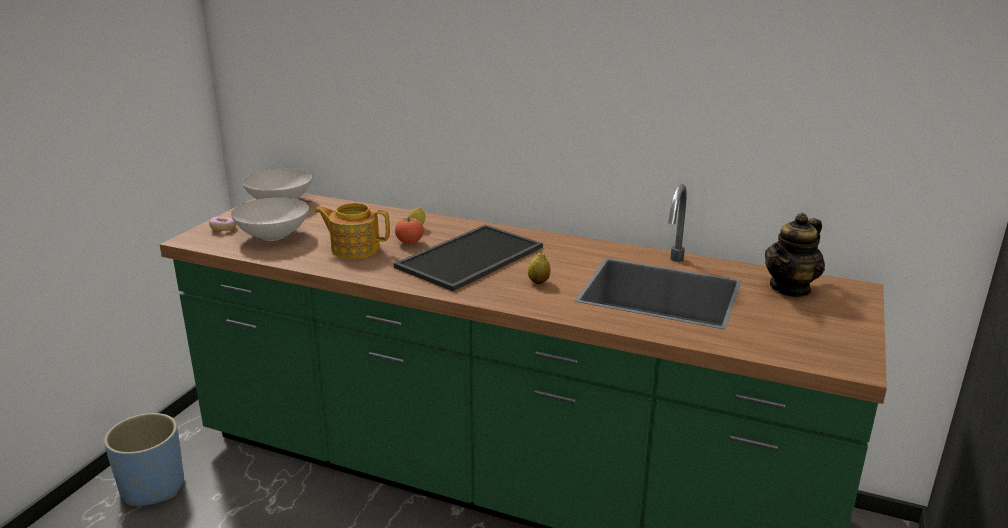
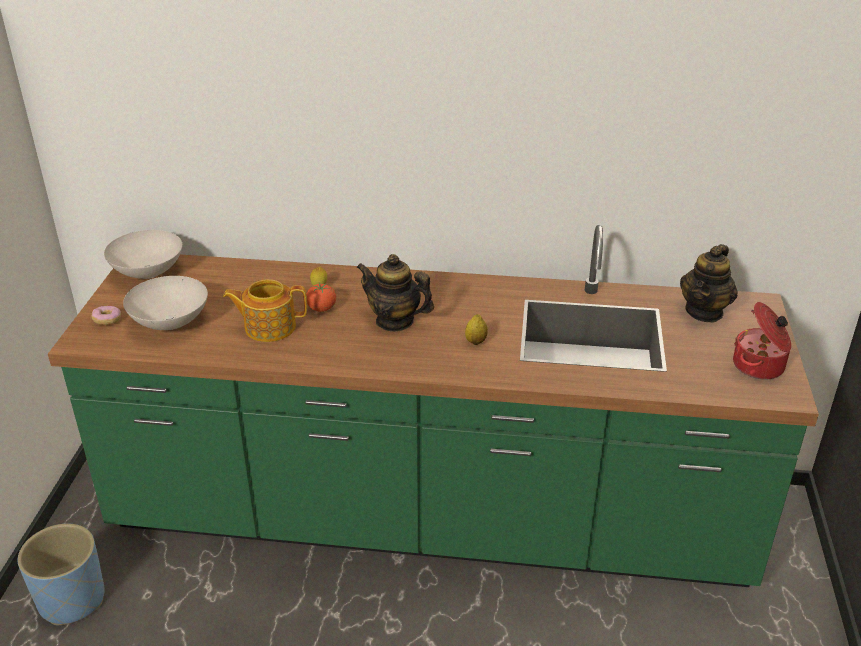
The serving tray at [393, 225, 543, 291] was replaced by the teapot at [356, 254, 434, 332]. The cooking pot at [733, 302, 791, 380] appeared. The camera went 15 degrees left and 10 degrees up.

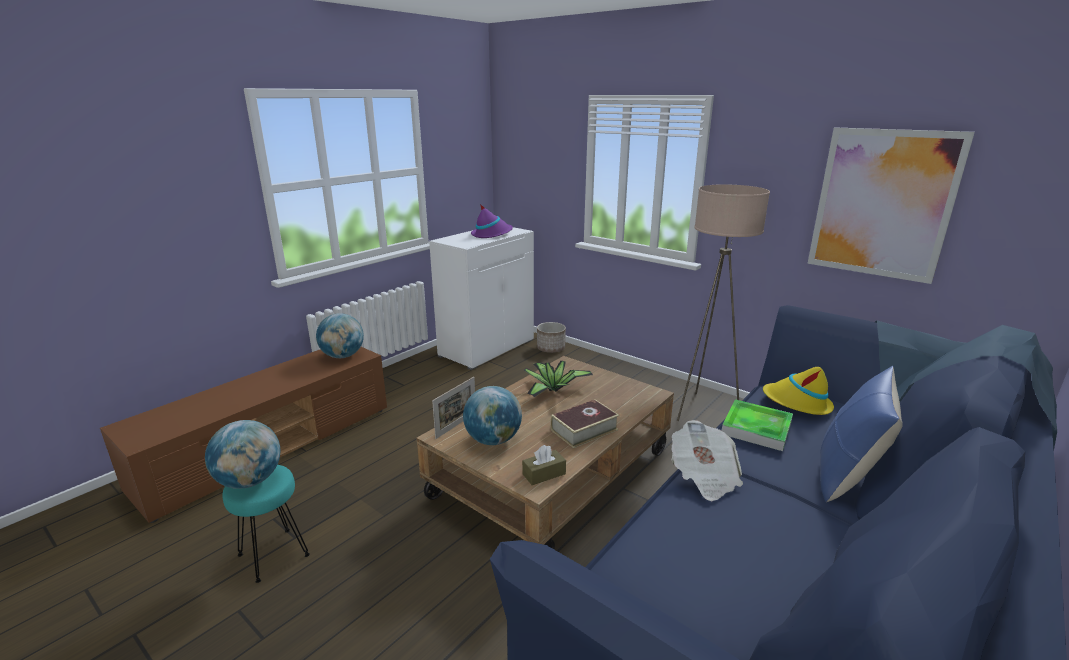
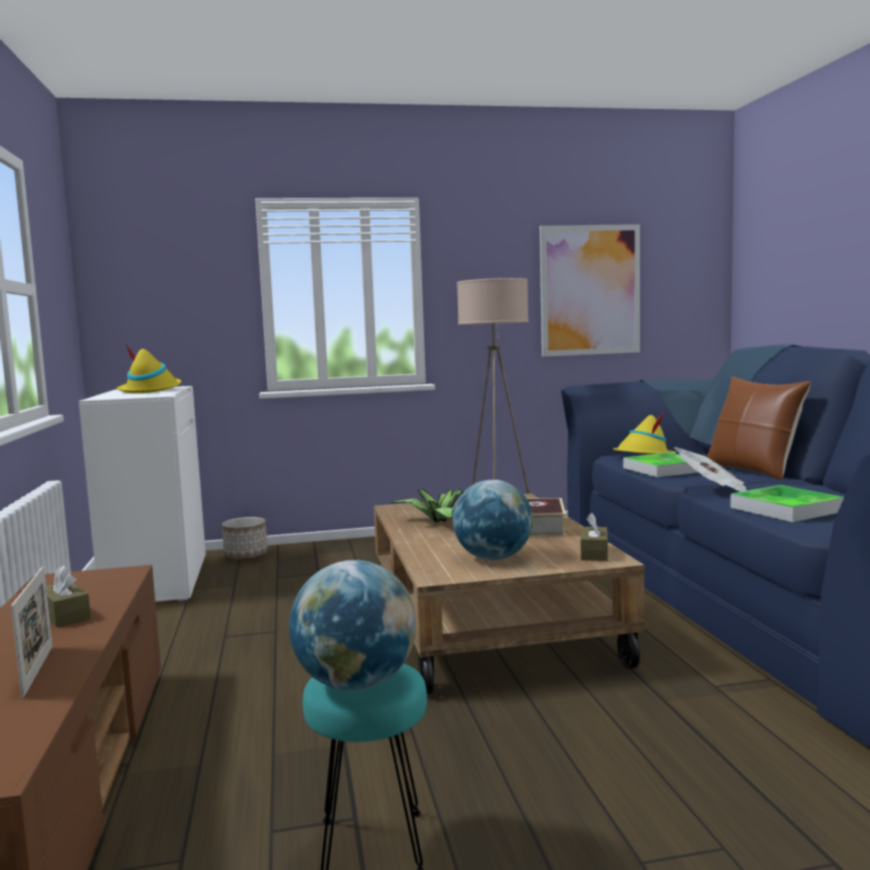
The purplish wearable hat at [471, 203, 513, 238] became the yellow-coloured wearable hat at [117, 345, 181, 393]. The desk globe at [316, 313, 364, 358] disappeared. The blue-coloured cushion at [820, 366, 903, 502] became the brown cushion at [707, 377, 811, 480]. The photo frame moved from [432, 377, 475, 439] to [11, 566, 53, 698]. The serving tray at [730, 485, 844, 522] appeared. The brown box of tissues at [46, 566, 91, 627] appeared. The camera went 50 degrees left and 15 degrees down.

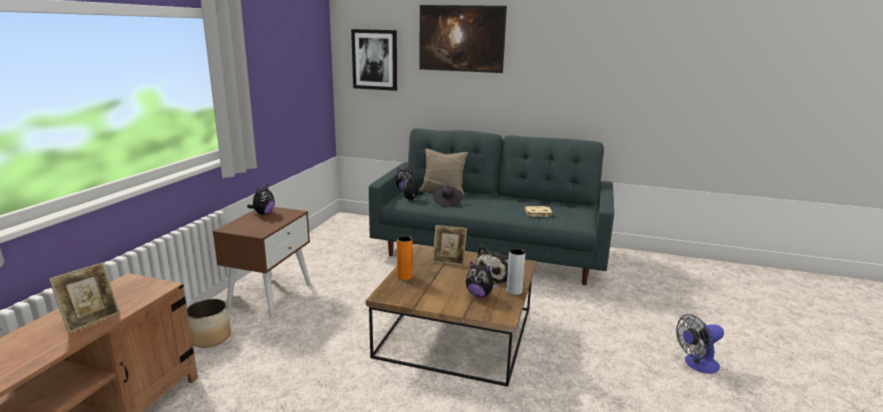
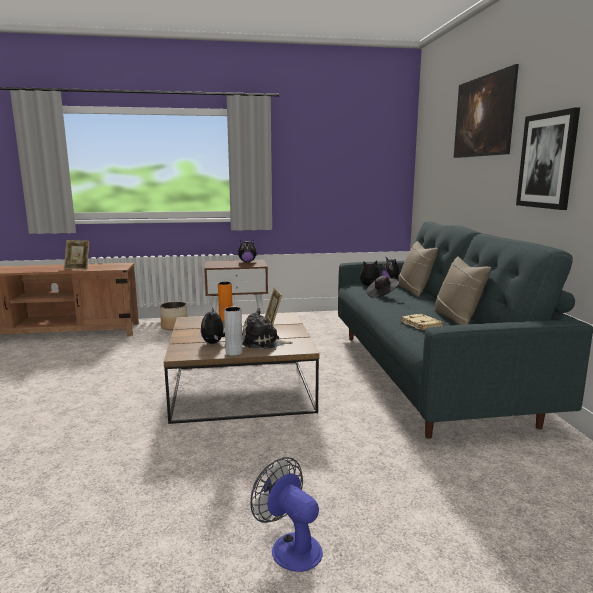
The wall art moved from [351, 29, 397, 91] to [516, 107, 580, 210]. The beige cushion at [435, 256, 491, 325] appeared. The camera went 65 degrees right and 5 degrees down.

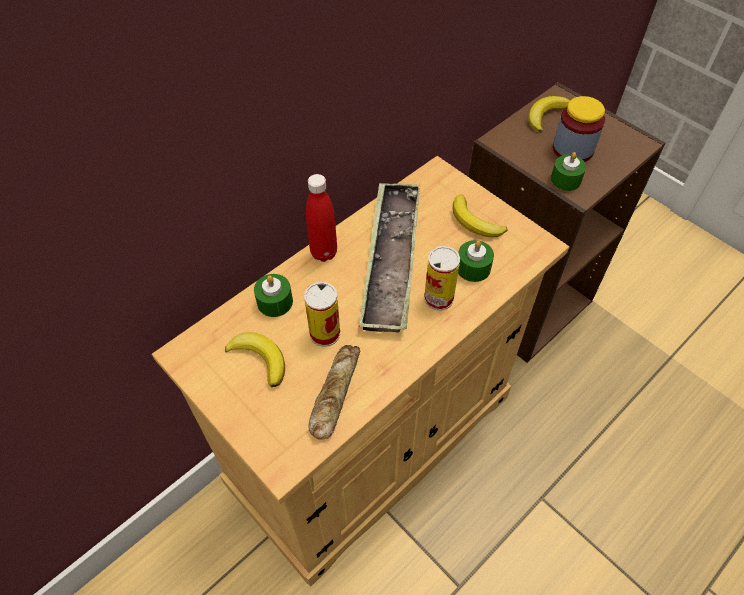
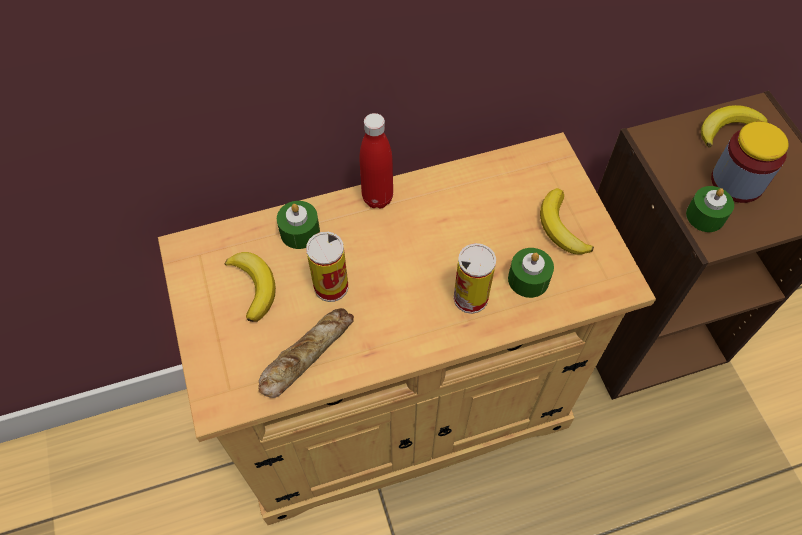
The serving tray at [359, 183, 420, 333] disappeared. The camera went 25 degrees right and 5 degrees up.

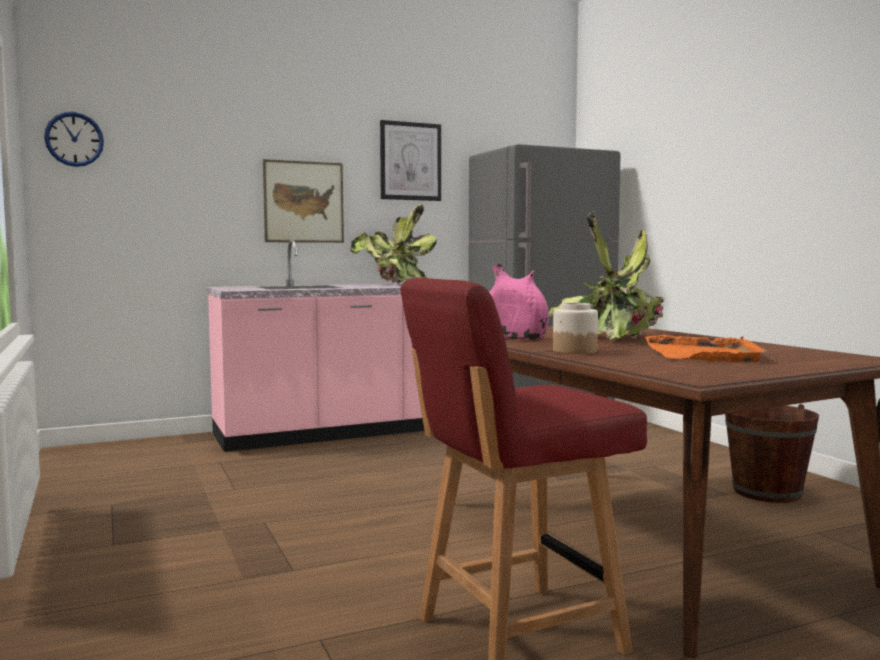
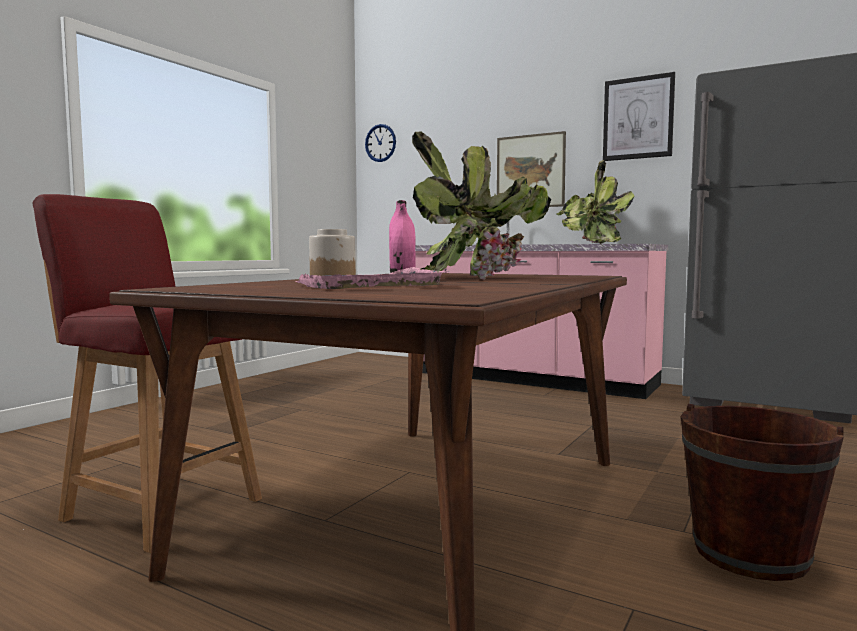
The orangey serving tray at [645, 335, 767, 362] became the pink-coloured serving tray at [295, 267, 449, 289]. The camera went 55 degrees right and 0 degrees up.

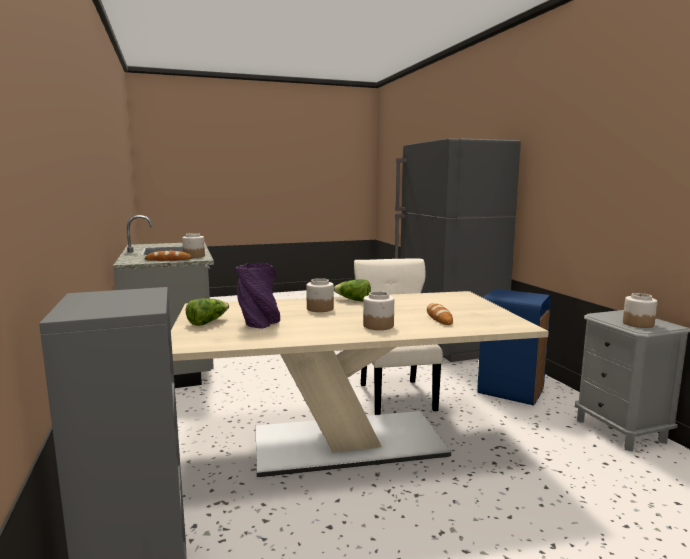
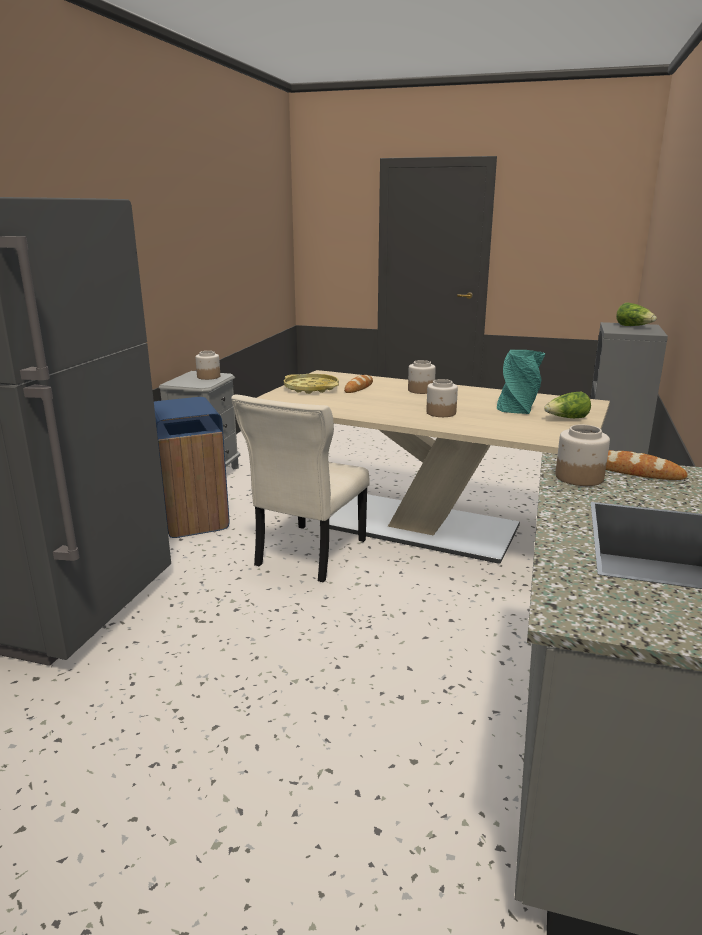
The purplish vase at [235, 263, 280, 329] became the blue-green vase at [497, 350, 545, 414]. The lettuce moved from [334, 279, 371, 302] to [616, 303, 657, 326]. The yellow-coloured serving tray at [284, 374, 339, 394] appeared. The camera went 145 degrees left and 10 degrees up.

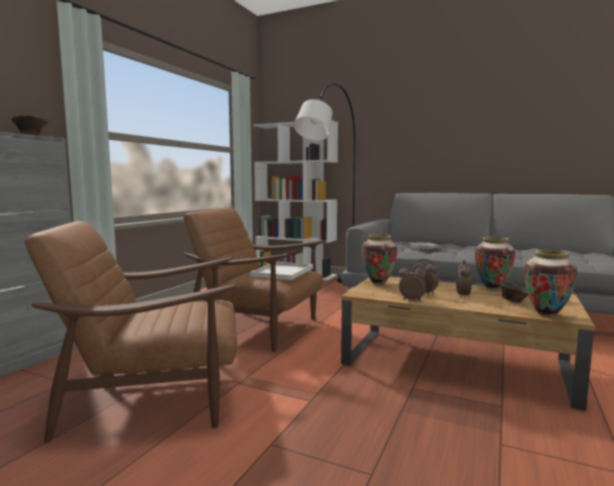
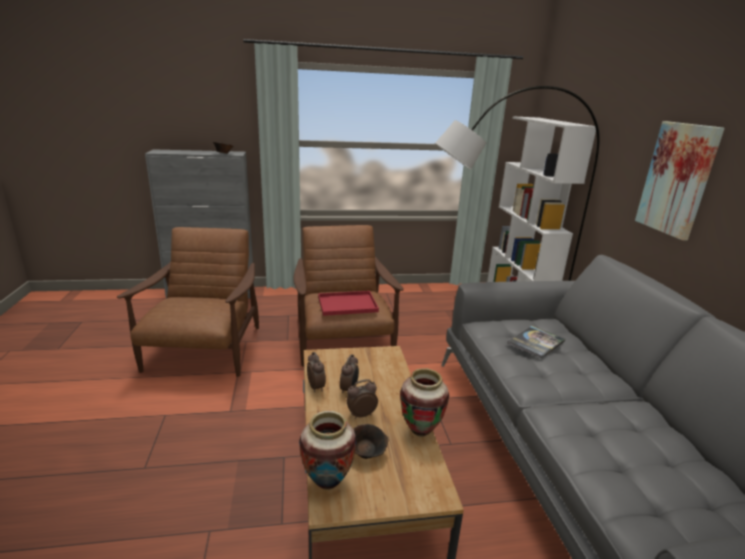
The brown lounge chair at [25, 221, 237, 442] turned 45 degrees clockwise. The vase at [362, 234, 397, 285] disappeared. The white-coloured serving tray at [250, 262, 313, 280] became the reddish serving tray at [318, 291, 379, 316]. The wall art at [635, 121, 725, 240] appeared. The camera went 55 degrees right and 15 degrees up.

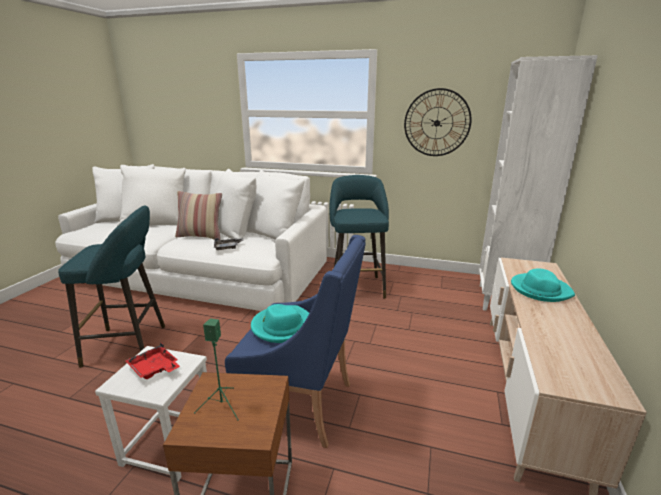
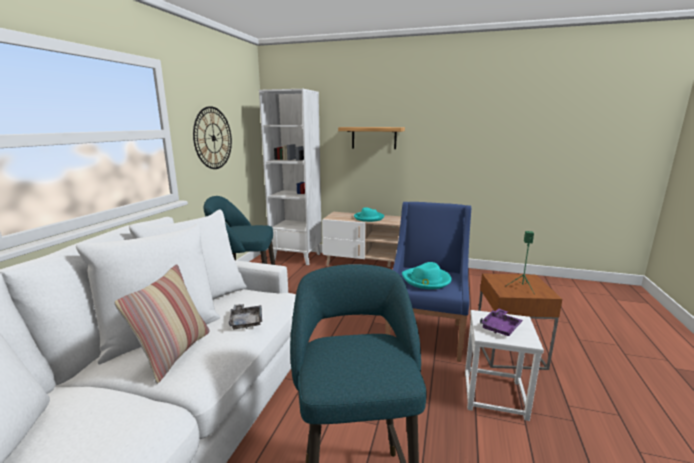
The reddish serving tray at [125, 342, 180, 379] became the purplish serving tray at [480, 309, 523, 336]. The shelf at [338, 127, 405, 149] appeared. The camera went 90 degrees left and 5 degrees down.

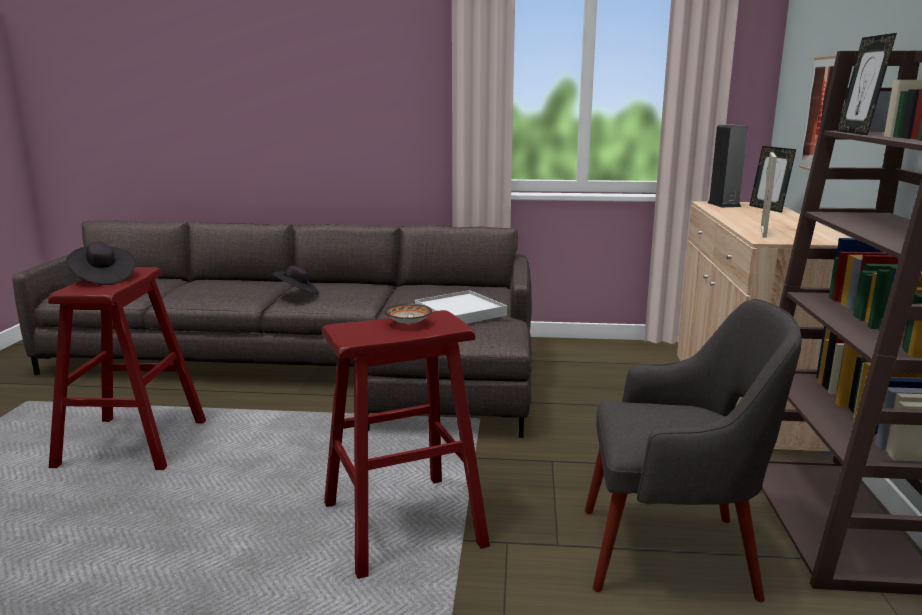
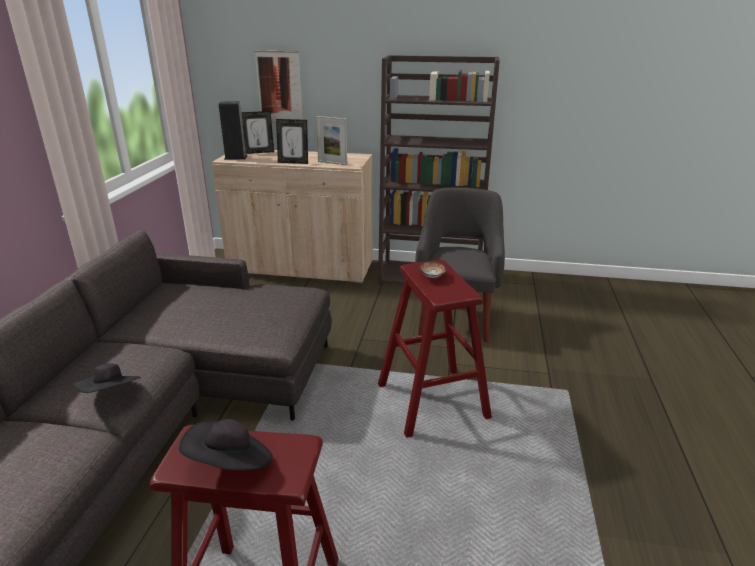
The photo frame moved from [837, 33, 897, 135] to [276, 119, 308, 164]. The white-coloured serving tray at [415, 290, 507, 324] disappeared. The camera went 85 degrees left and 10 degrees up.

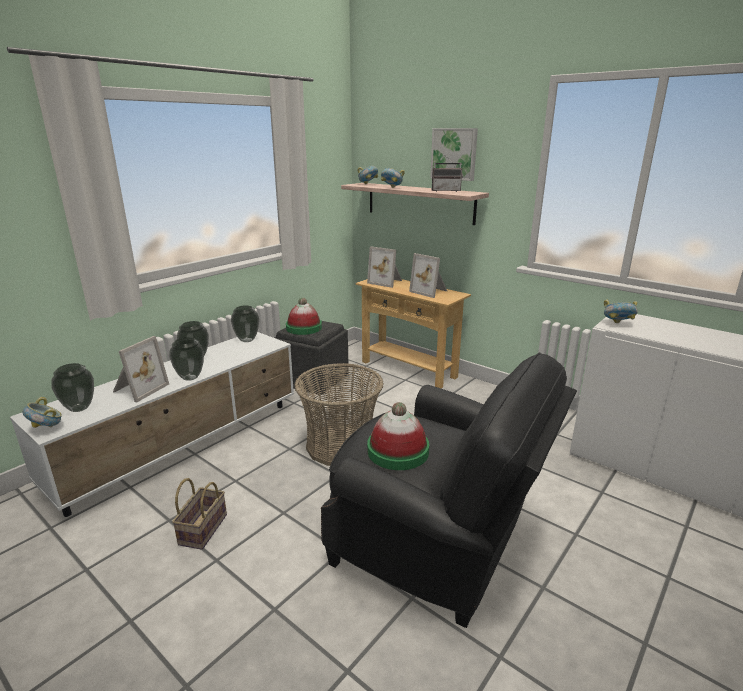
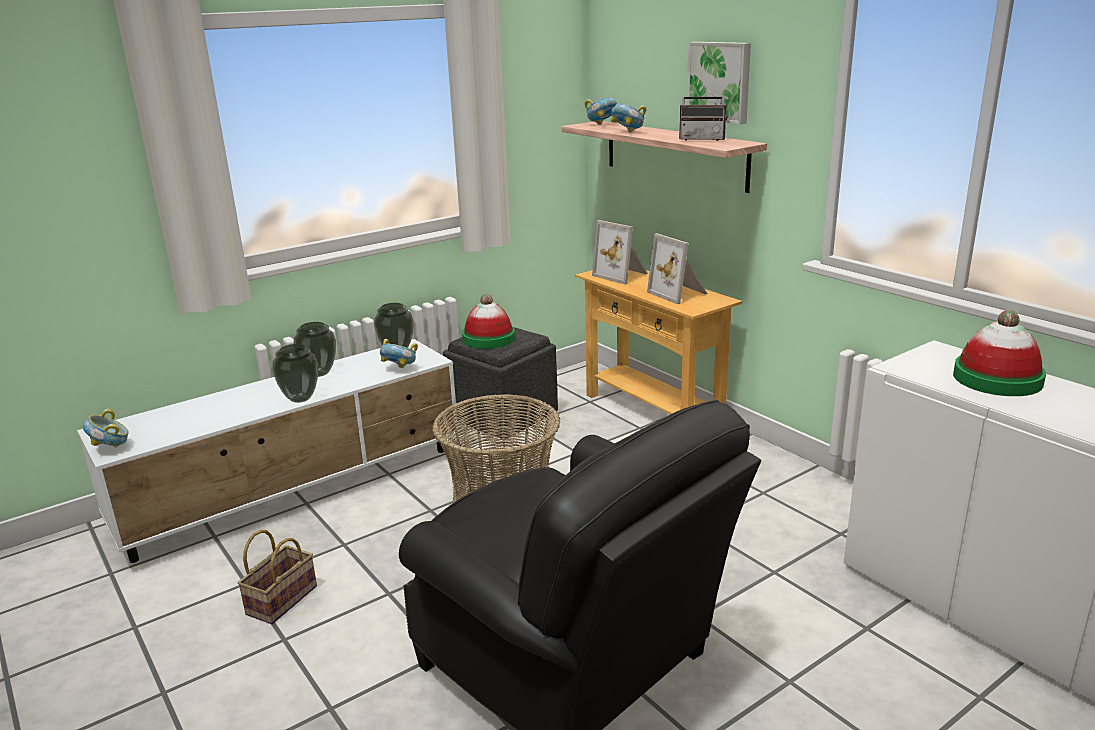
The deep dish moved from [604, 300, 638, 323] to [380, 339, 418, 368]. The photo frame at [113, 336, 169, 402] disappeared. The vase at [51, 363, 94, 412] disappeared. The wearable hat moved from [367, 402, 429, 470] to [953, 310, 1046, 396]. The camera went 15 degrees right and 0 degrees up.

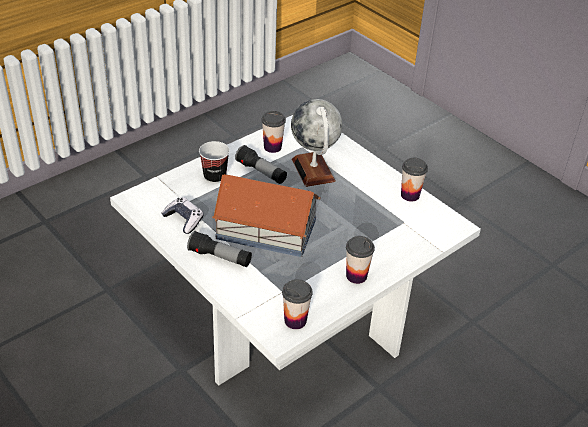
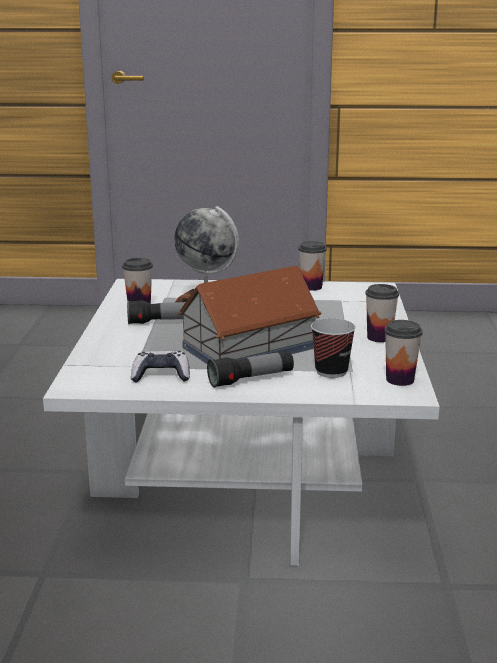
The drinking cup moved from [199, 141, 230, 184] to [311, 318, 356, 378]. The camera went 45 degrees left and 20 degrees down.

